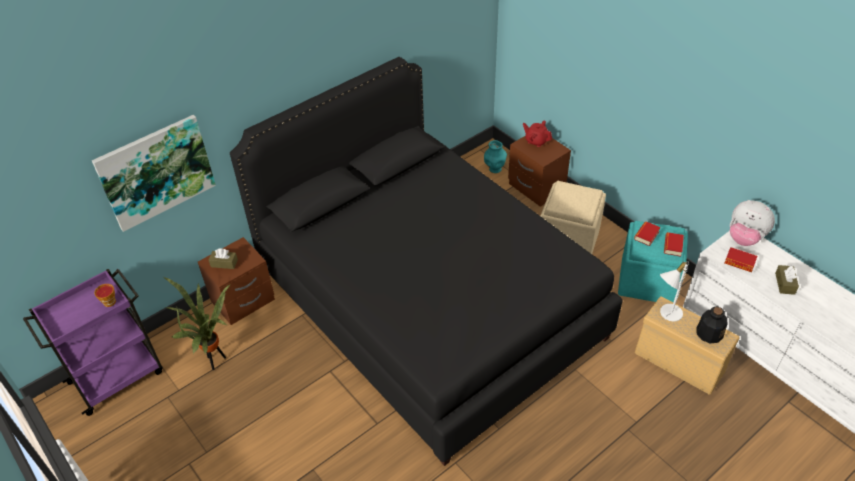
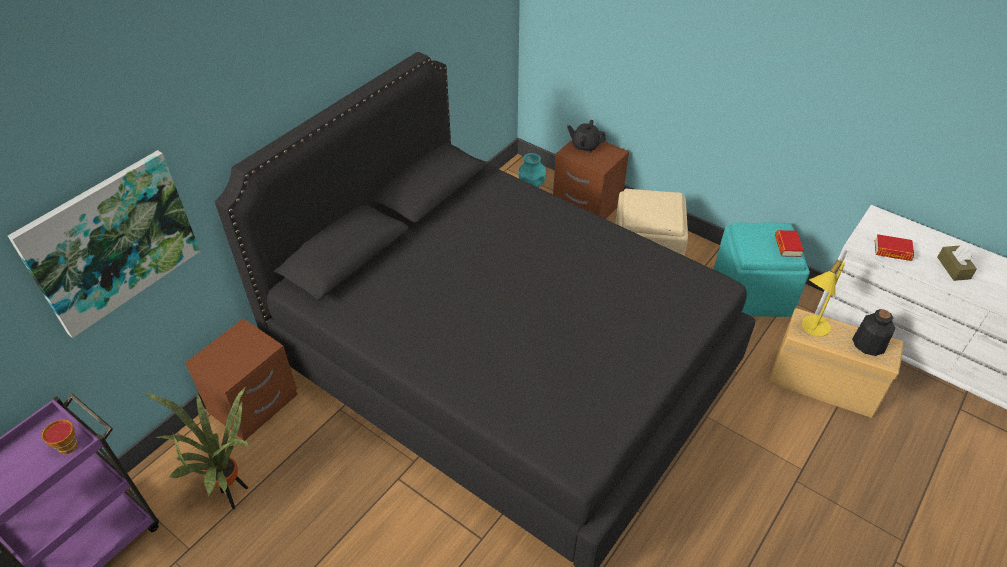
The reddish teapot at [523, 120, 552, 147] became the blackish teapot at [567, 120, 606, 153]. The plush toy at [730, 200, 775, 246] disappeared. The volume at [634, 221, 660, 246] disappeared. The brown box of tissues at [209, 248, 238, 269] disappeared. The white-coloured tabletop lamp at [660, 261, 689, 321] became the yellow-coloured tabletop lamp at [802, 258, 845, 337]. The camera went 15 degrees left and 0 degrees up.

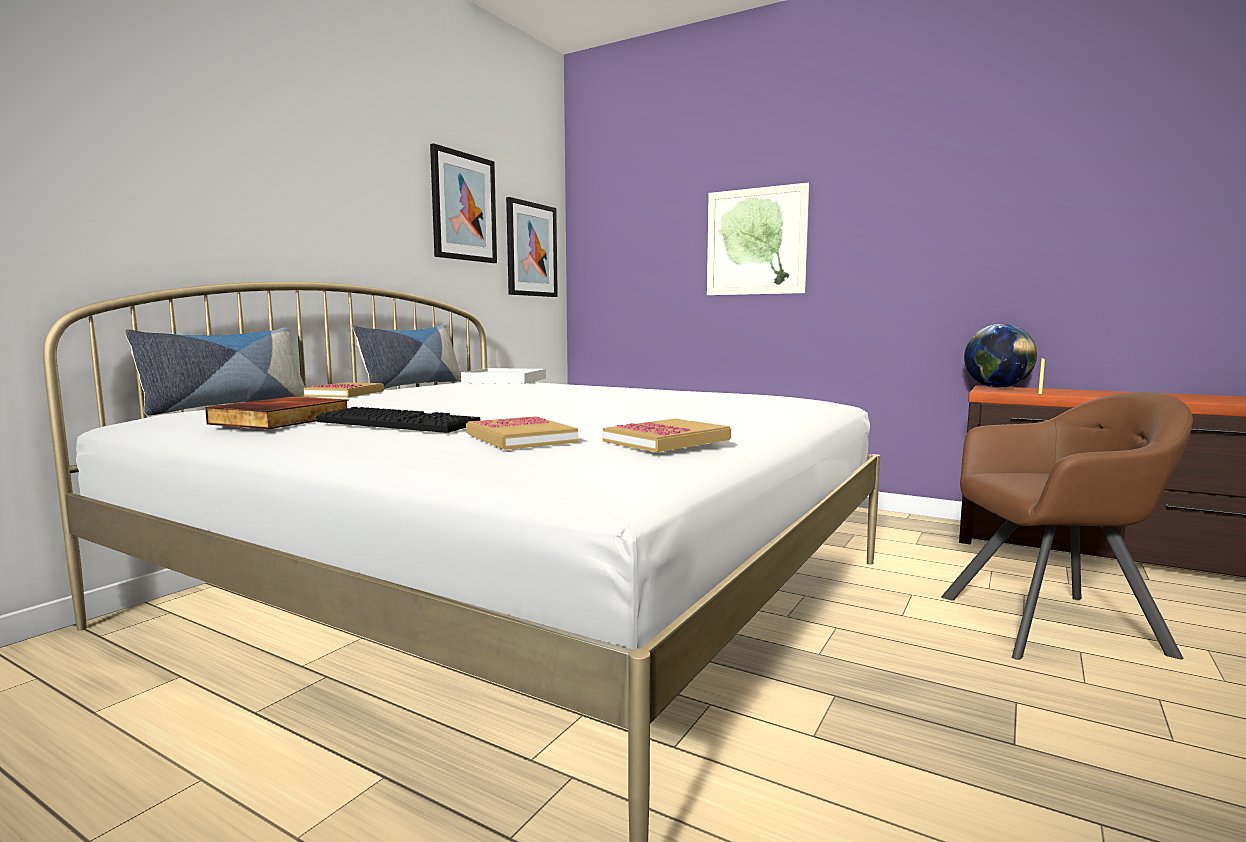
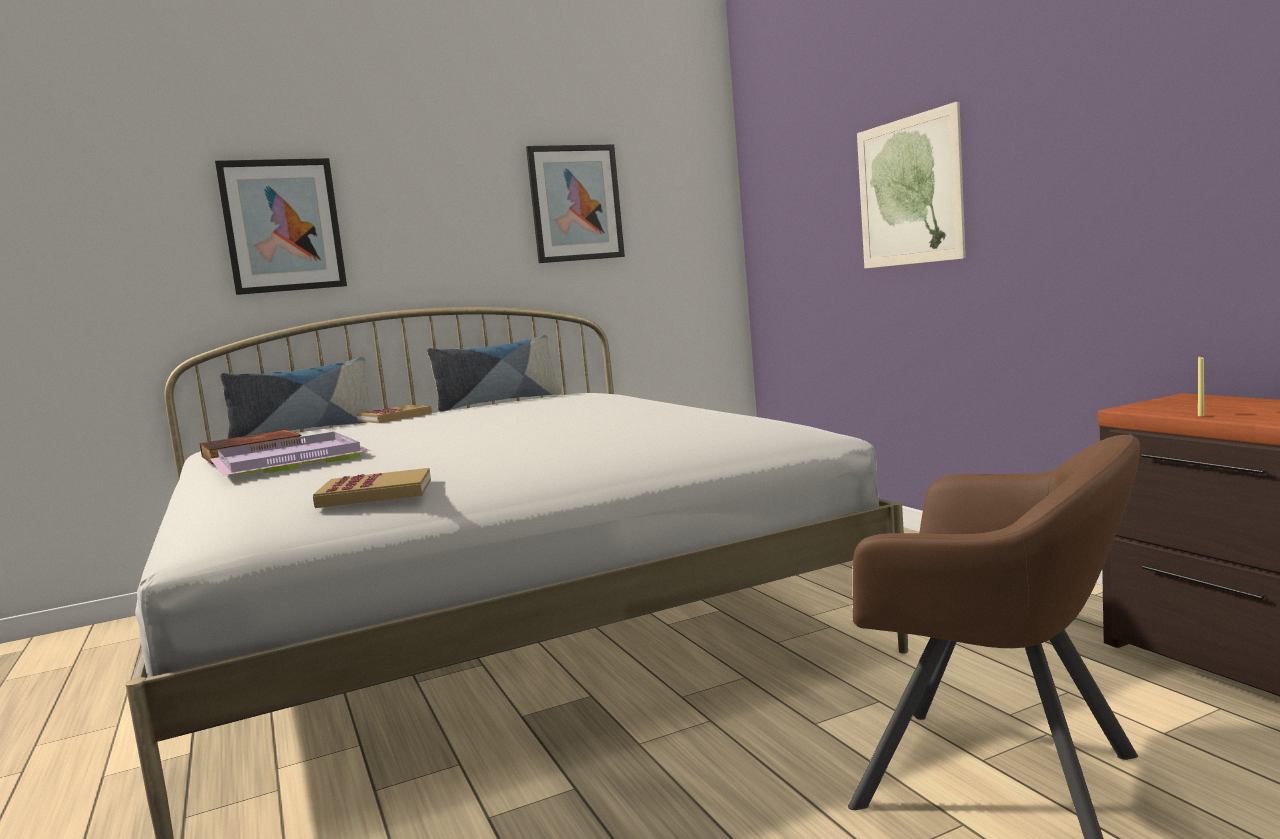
The wall art moved from [506, 197, 558, 297] to [215, 158, 347, 295]. The desk globe at [964, 323, 1037, 388] disappeared. The white-coloured serving tray at [461, 368, 546, 384] disappeared. The keyboard at [316, 407, 480, 433] was replaced by the purplish serving tray at [210, 432, 371, 475]. The volume at [466, 416, 578, 450] disappeared. The camera went 35 degrees right and 0 degrees up.

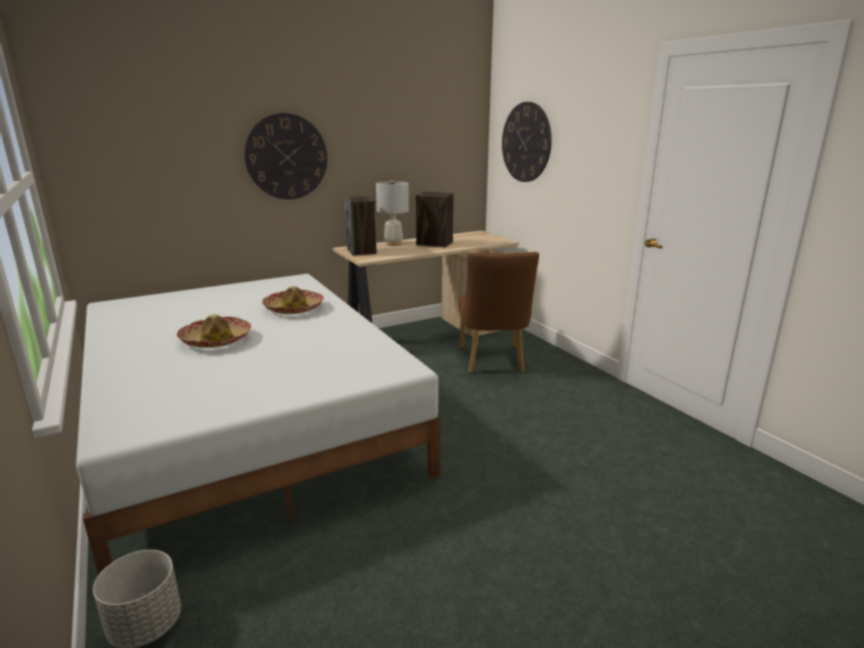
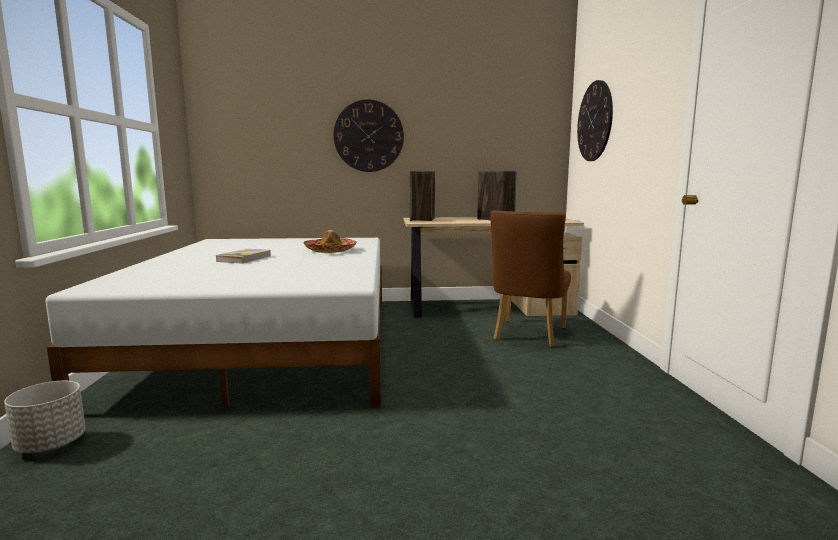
The white-coloured tabletop lamp at [376, 180, 409, 246] disappeared. The wearable hat at [177, 314, 251, 348] was replaced by the volume at [216, 249, 271, 264]. The camera went 25 degrees right and 10 degrees down.

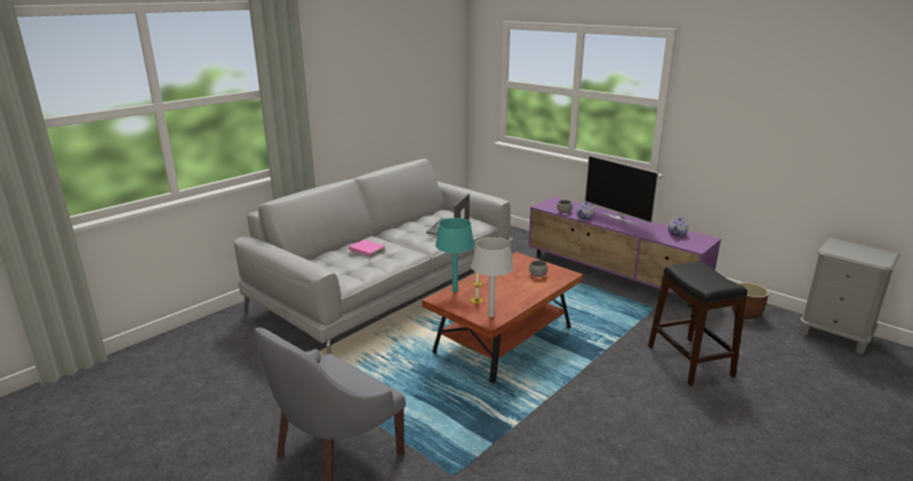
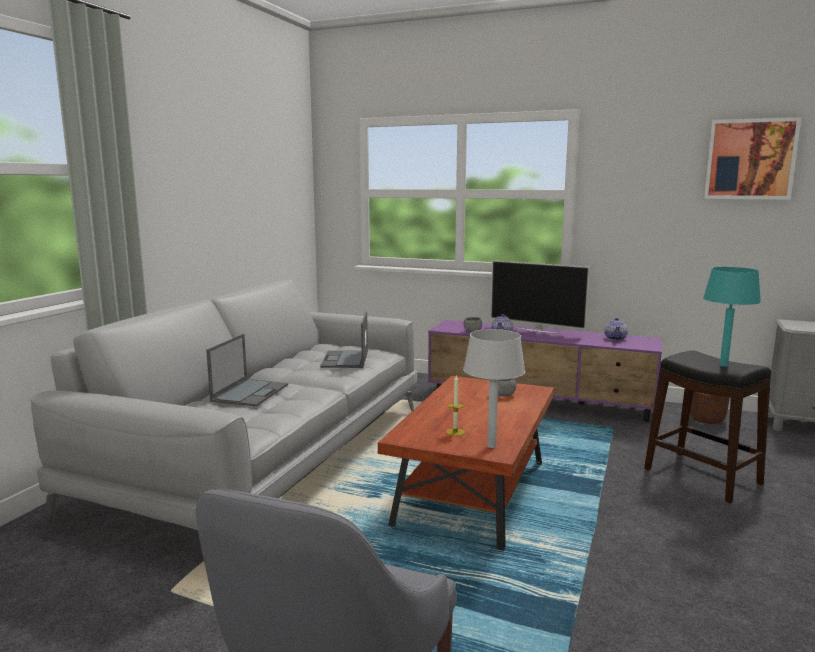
The blue-green tabletop lamp moved from [436, 218, 475, 292] to [703, 267, 761, 367]. The pink-coloured volume at [349, 240, 386, 257] was replaced by the portable computer at [206, 334, 288, 407]. The wall art at [704, 117, 801, 199] appeared. The camera went 20 degrees left and 10 degrees down.

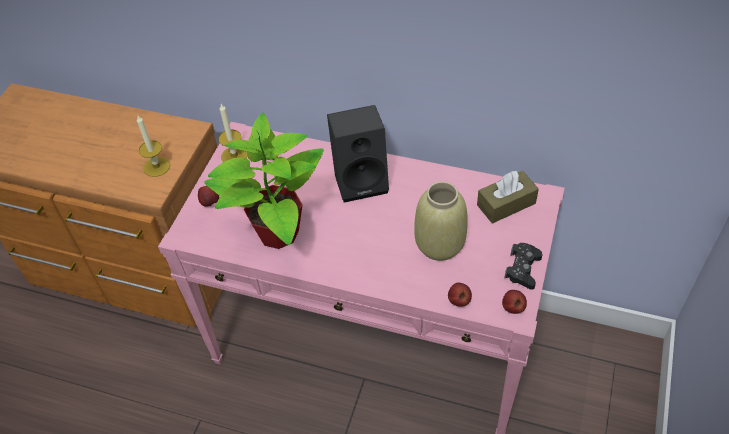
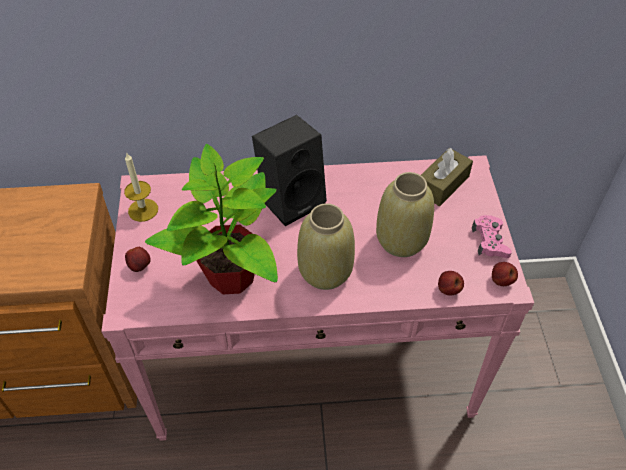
The candle at [137, 116, 170, 177] disappeared. The blackish joypad at [504, 243, 543, 290] became the pink-coloured joypad at [472, 215, 512, 258]. The beige vase at [297, 203, 355, 290] appeared. The camera went 25 degrees left and 0 degrees up.

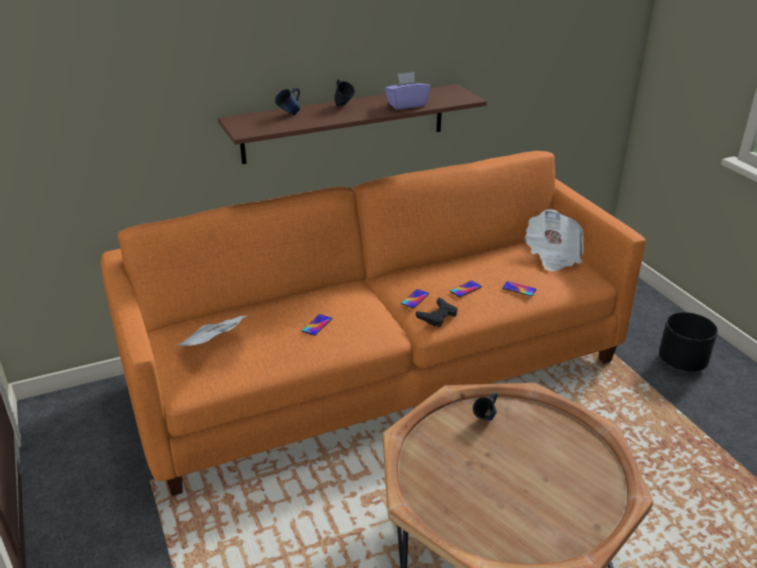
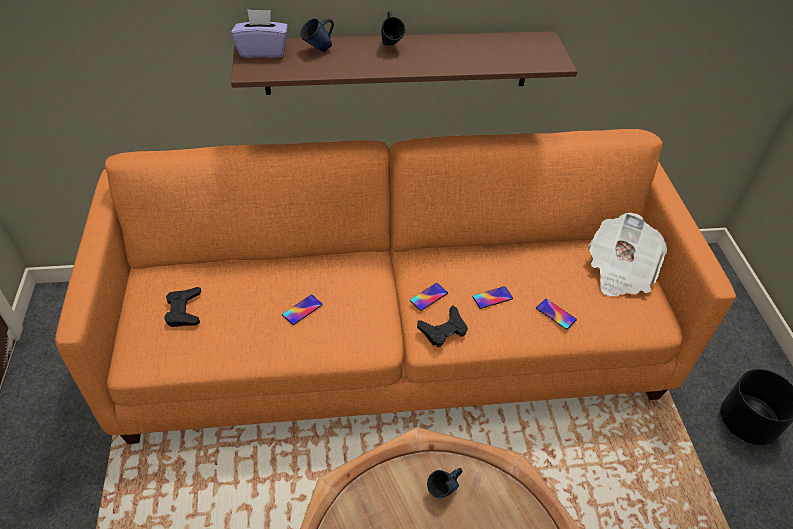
The purplish box of tissues moved from [385, 72, 431, 110] to [231, 9, 288, 58]. The newspaper at [176, 315, 248, 346] was replaced by the blackish joypad at [164, 287, 201, 327]. The camera went 15 degrees right and 15 degrees up.

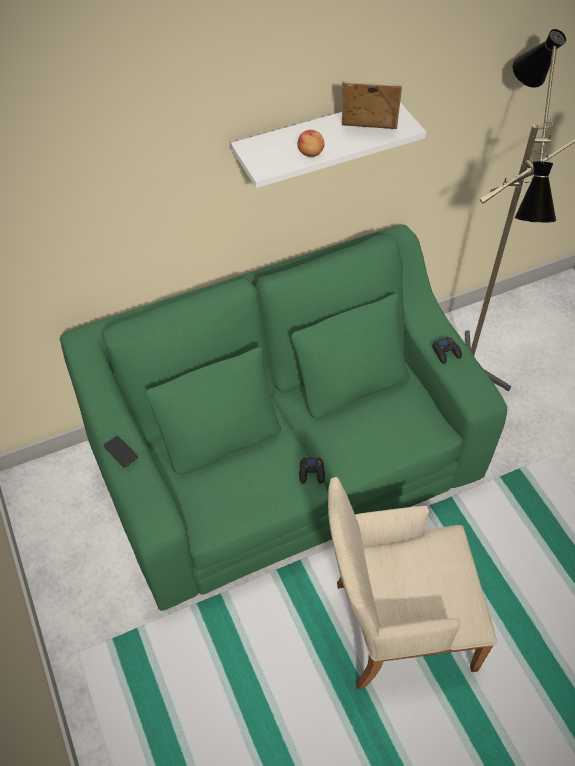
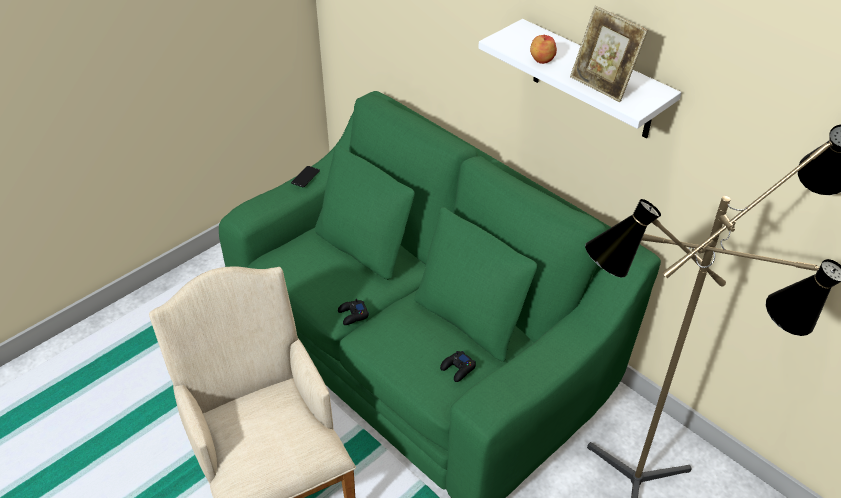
The photo frame at [342, 81, 402, 129] turned 150 degrees clockwise. The blackish joypad moved from [432, 337, 462, 364] to [440, 351, 476, 382]. The camera went 70 degrees right and 10 degrees down.

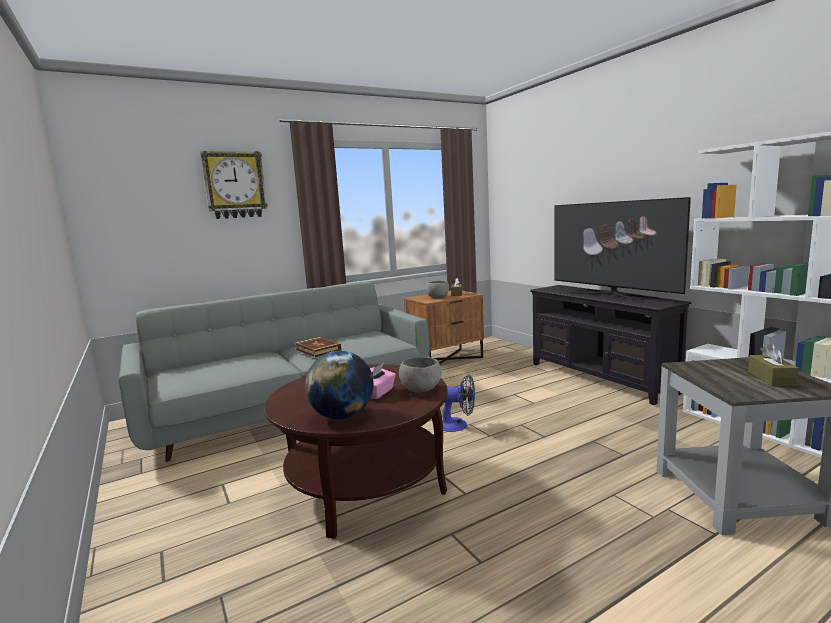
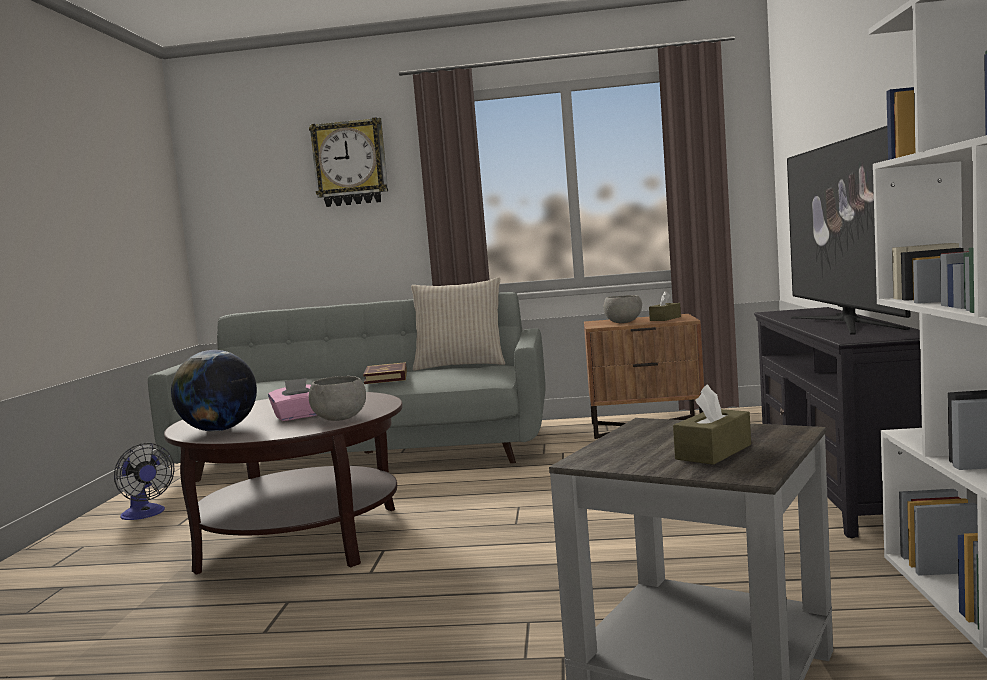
The fan moved from [442, 374, 475, 432] to [114, 443, 174, 520]. The beige cushion at [411, 277, 505, 371] appeared. The camera went 35 degrees right and 5 degrees down.

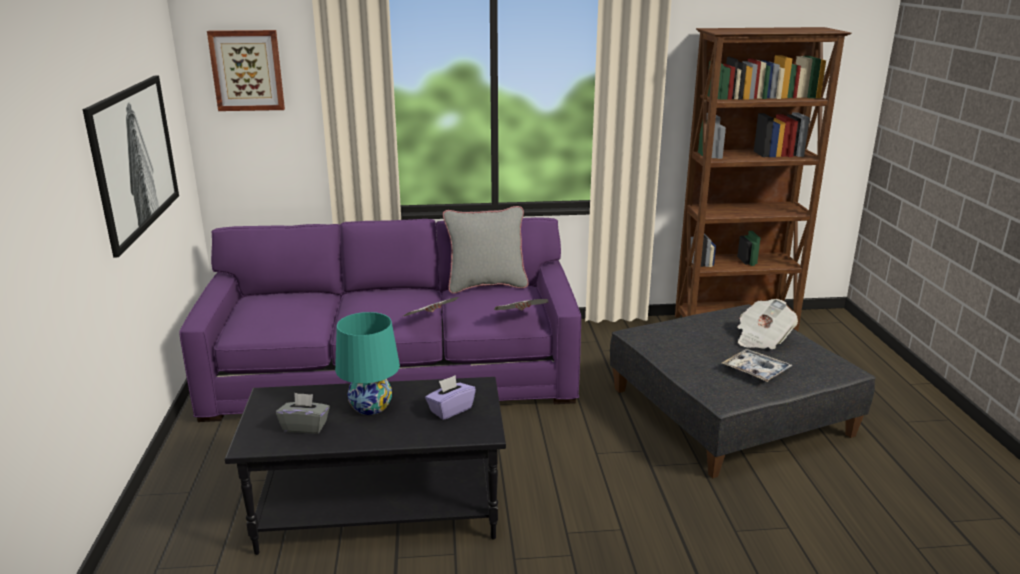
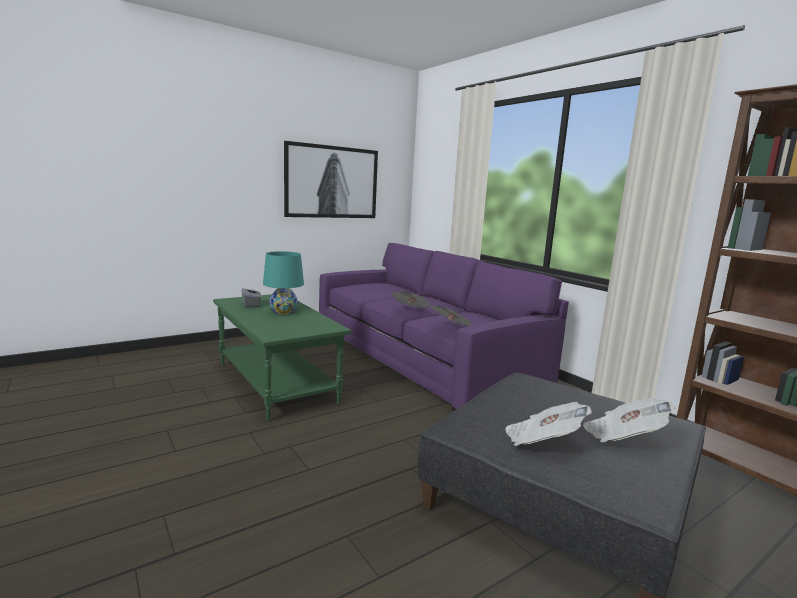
The wall art at [207, 30, 285, 111] disappeared. The grey cushion at [443, 206, 528, 294] disappeared. The serving tray at [722, 349, 793, 382] was replaced by the newspaper at [505, 402, 592, 446]. The purplish box of tissues at [425, 375, 476, 420] disappeared. The blackish lounge table at [225, 377, 506, 555] became the green-coloured lounge table at [213, 294, 351, 422]. The camera went 60 degrees right and 10 degrees down.

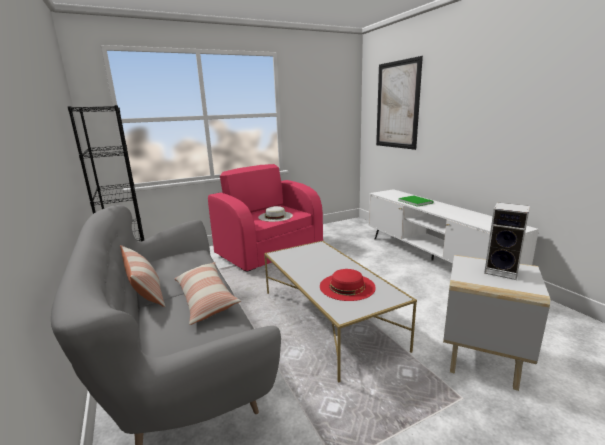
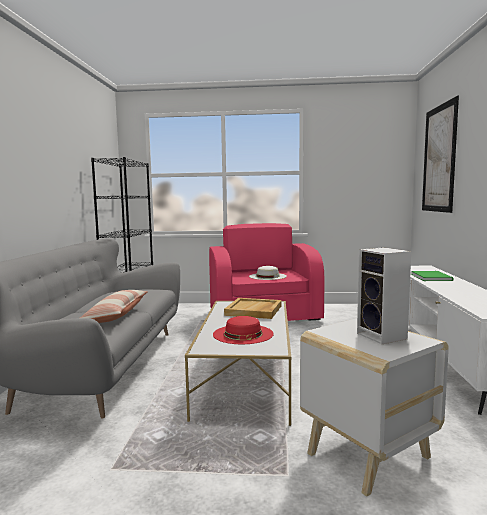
The cushion at [120, 245, 166, 307] disappeared. The beige serving tray at [224, 298, 281, 319] appeared. The camera went 30 degrees right and 10 degrees down.

